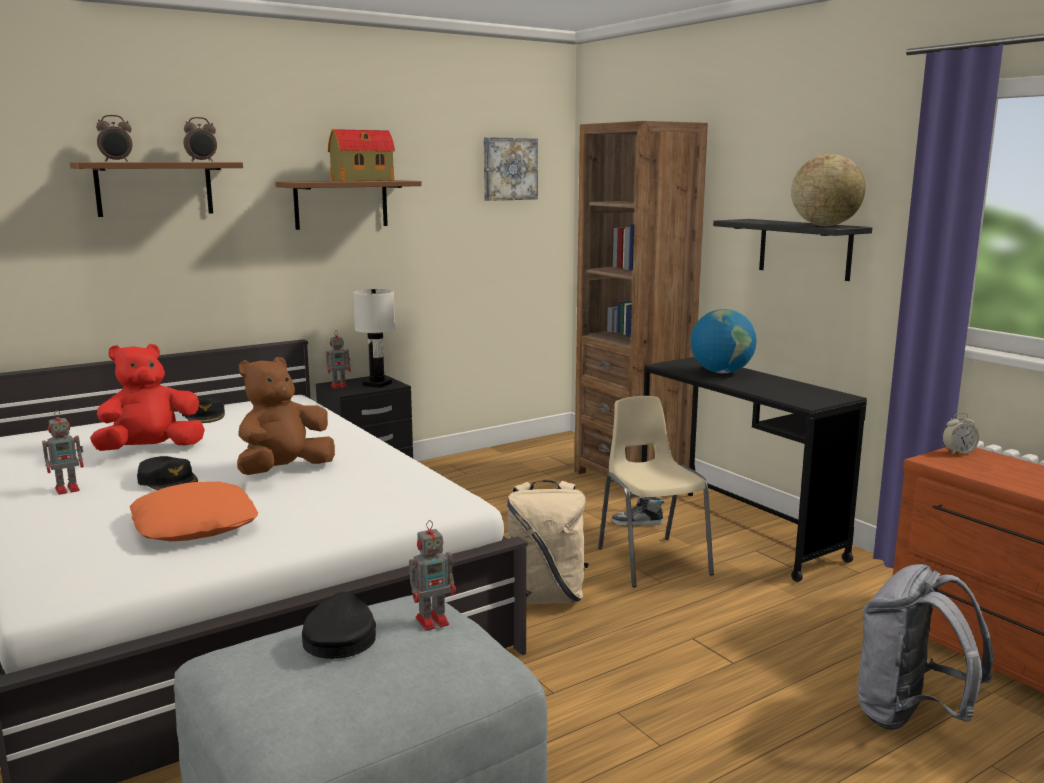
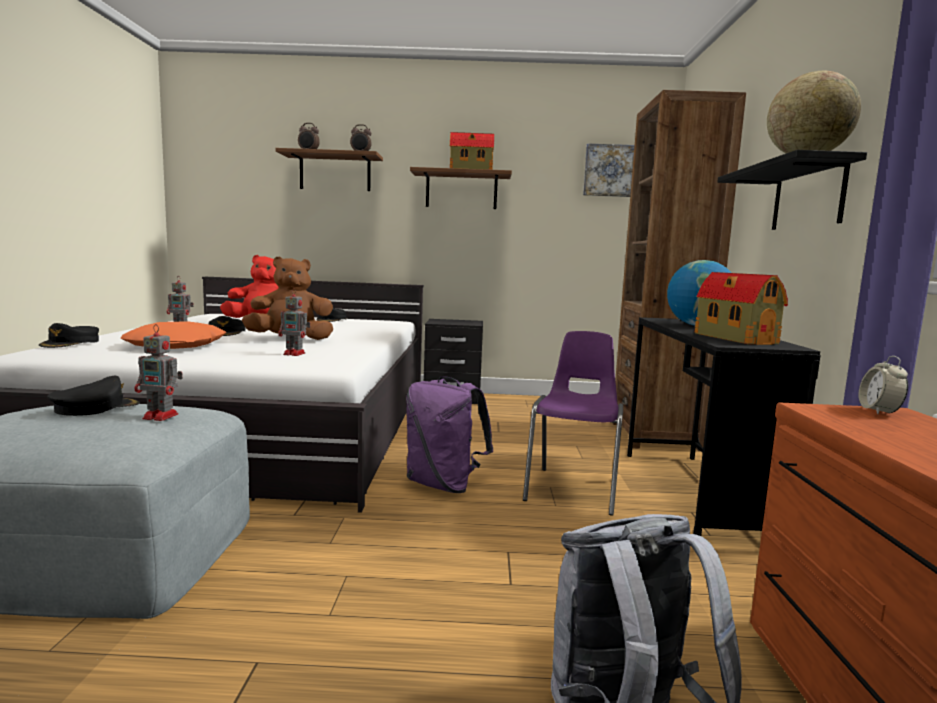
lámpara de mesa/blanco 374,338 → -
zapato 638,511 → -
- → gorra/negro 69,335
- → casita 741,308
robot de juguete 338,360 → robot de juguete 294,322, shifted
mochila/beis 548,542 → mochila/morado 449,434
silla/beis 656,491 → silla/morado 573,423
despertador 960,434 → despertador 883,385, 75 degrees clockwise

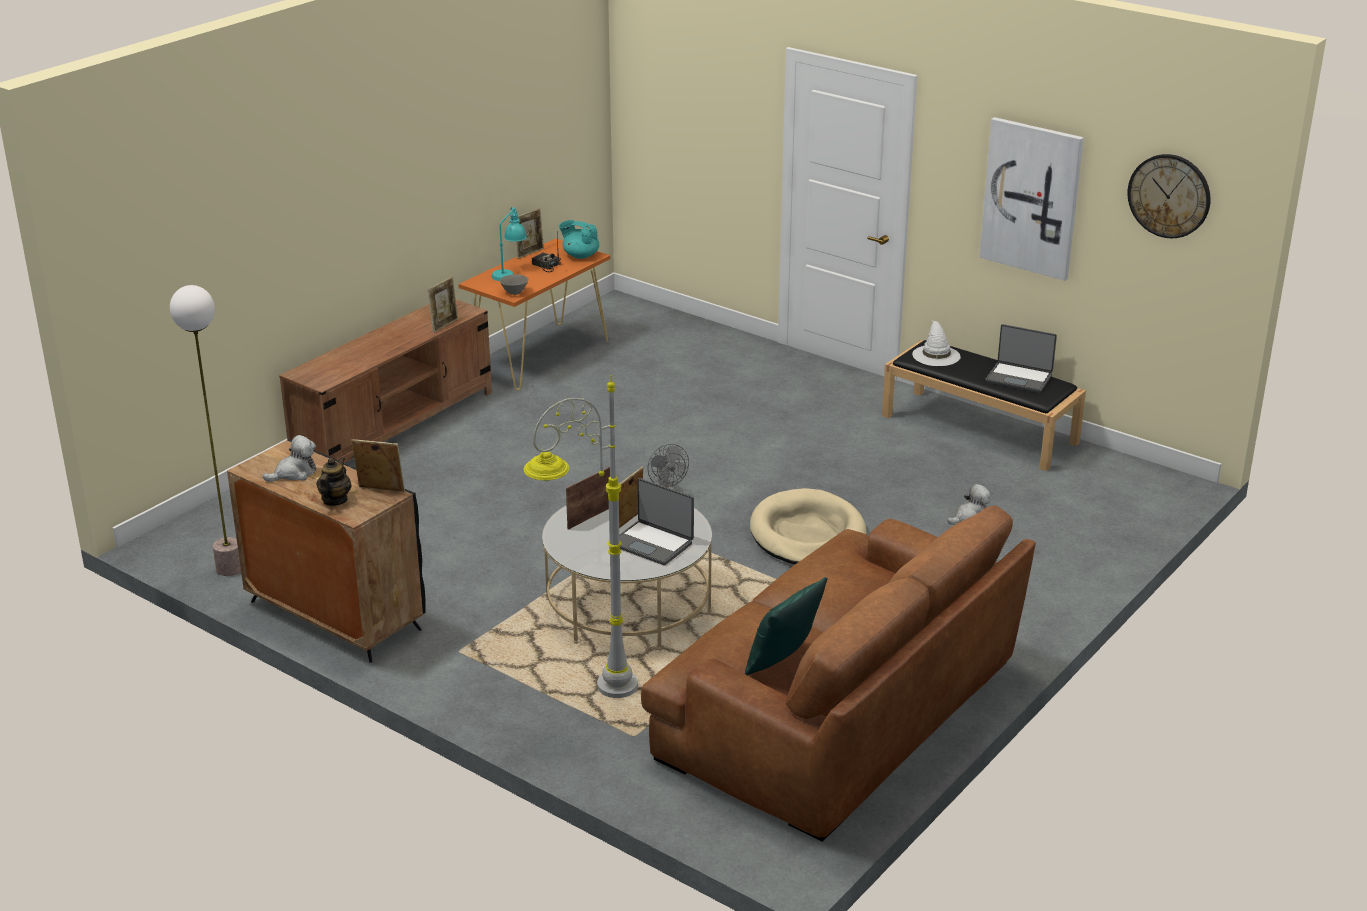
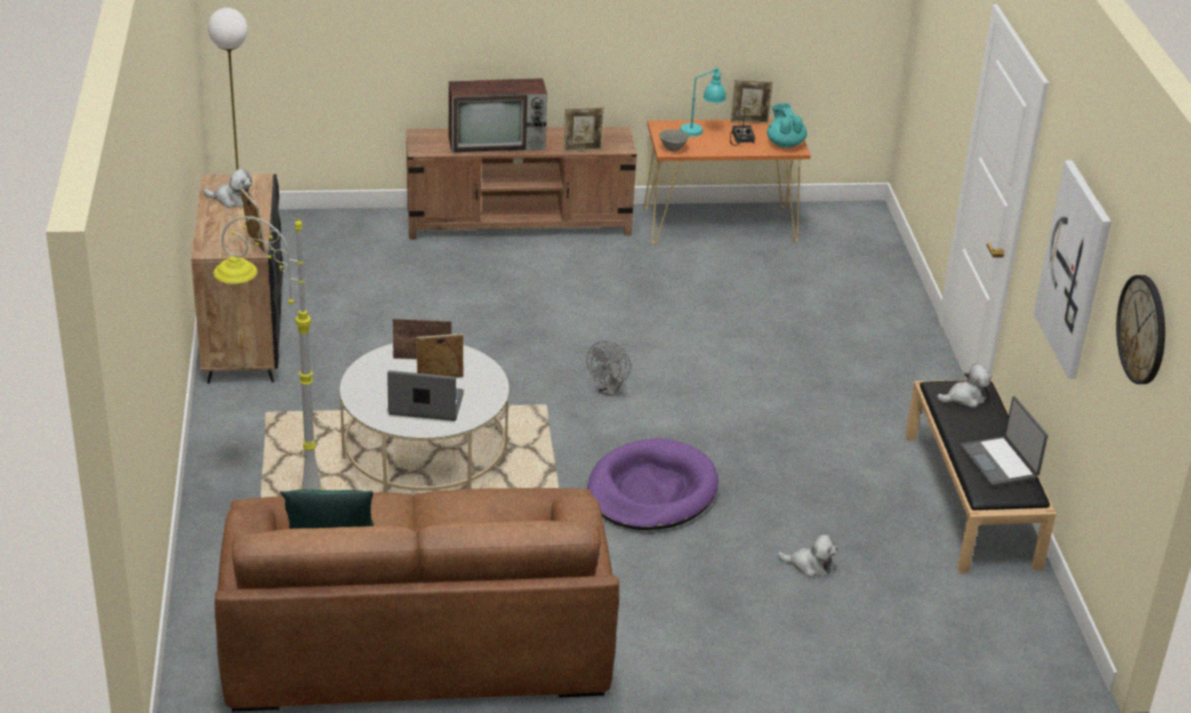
tetera 334,482 → -
- → televisor 498,115
sombrero/blanco 936,343 → peluche 964,385
cama para perro/beis 808,526 → cama para perro/morado 652,484
portátil 656,521 → portátil 425,395, 105 degrees clockwise

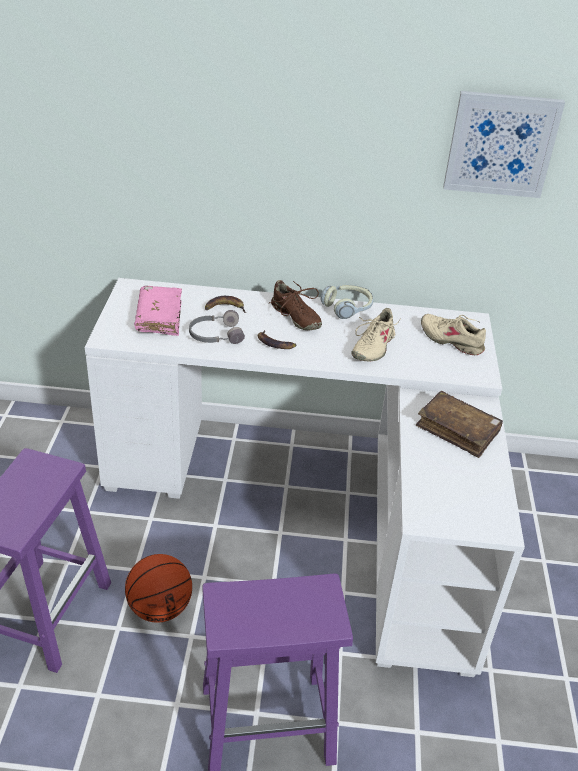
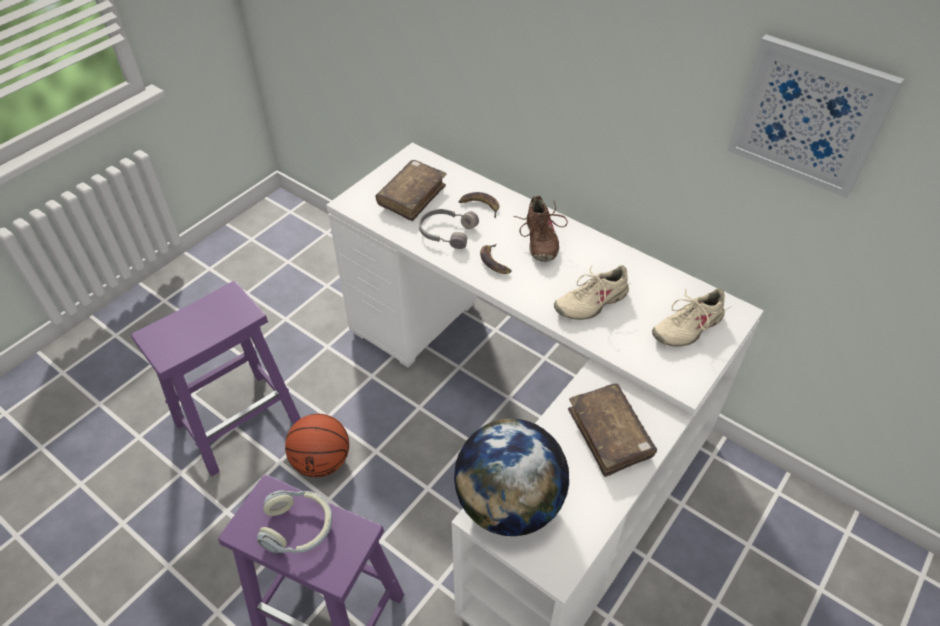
- → globo terráqueo 511,477
auriculares 347,302 → auriculares 295,522, shifted
libro/rosa 158,311 → libro/marrón 411,190
zapato/beis 453,334 → zapato/beis 691,317, 105 degrees counterclockwise

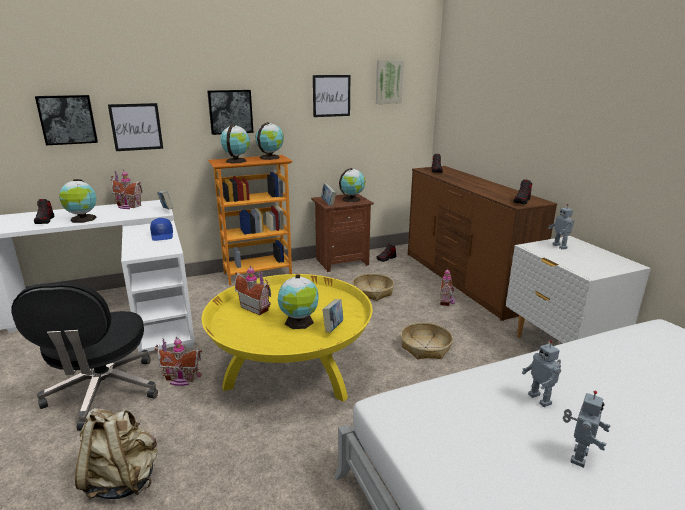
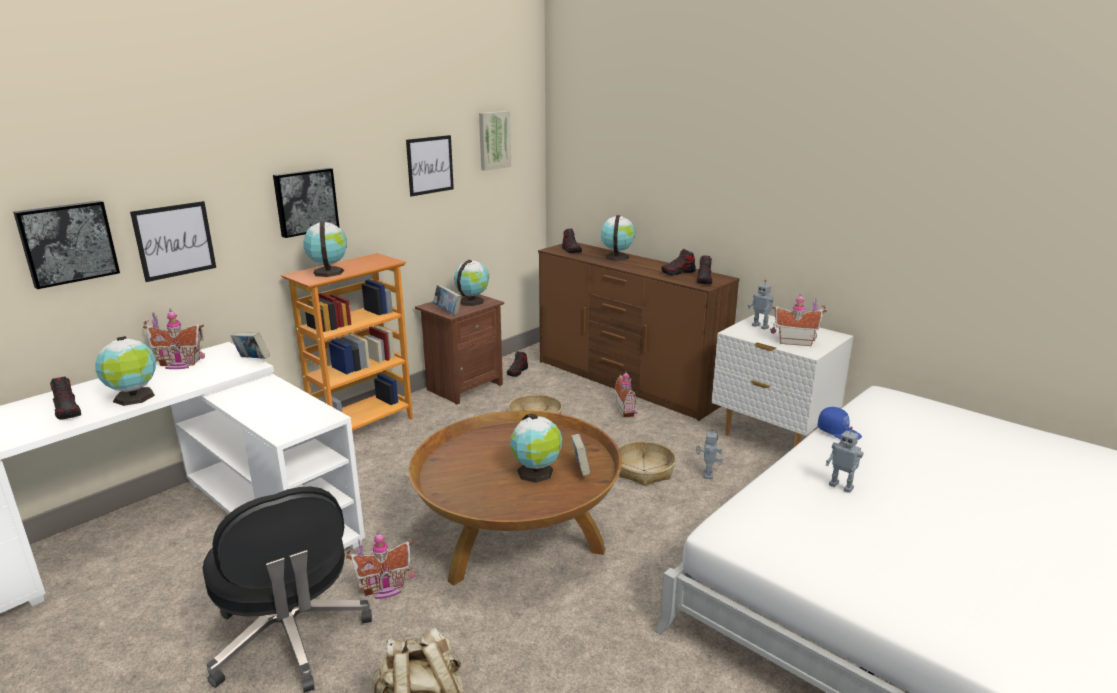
- → zapato 678,262
gorra/azul 161,229 → gorra/azul 840,423, shifted
casita 253,290 → casita 798,320, shifted
globo terráqueo 270,141 → globo terráqueo 618,238, shifted
robot de juguete 587,429 → robot de juguete 709,454, shifted
mesa de centro/amarillo 287,338 → mesa de centro/marrón 515,498

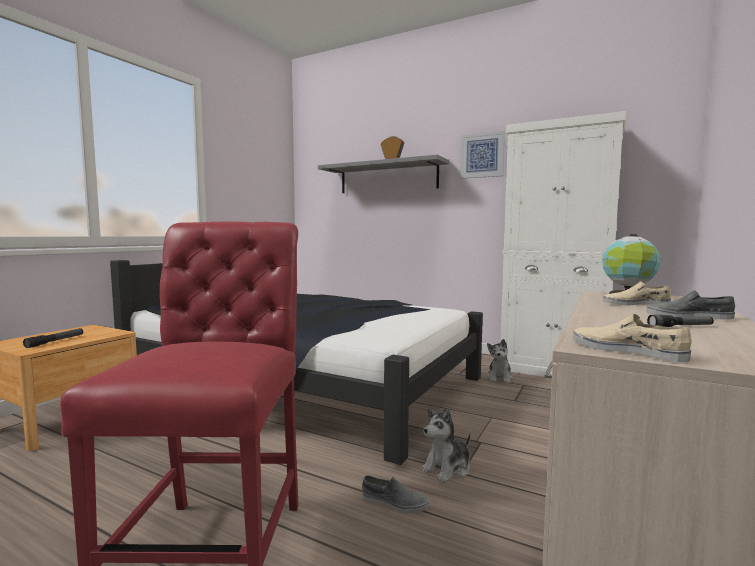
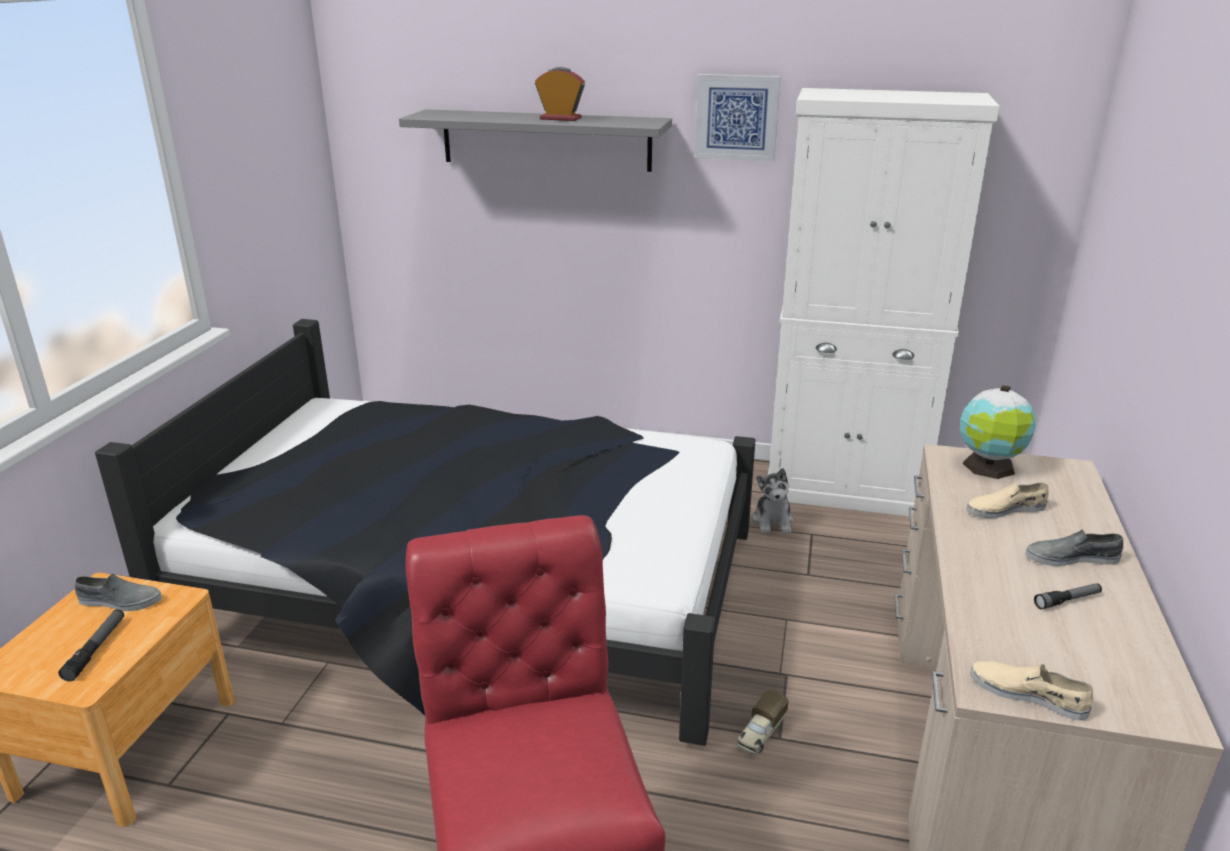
zapato/gris 395,494 → zapato/gris 118,592, shifted
peluche 445,445 → camión de juguete 762,722

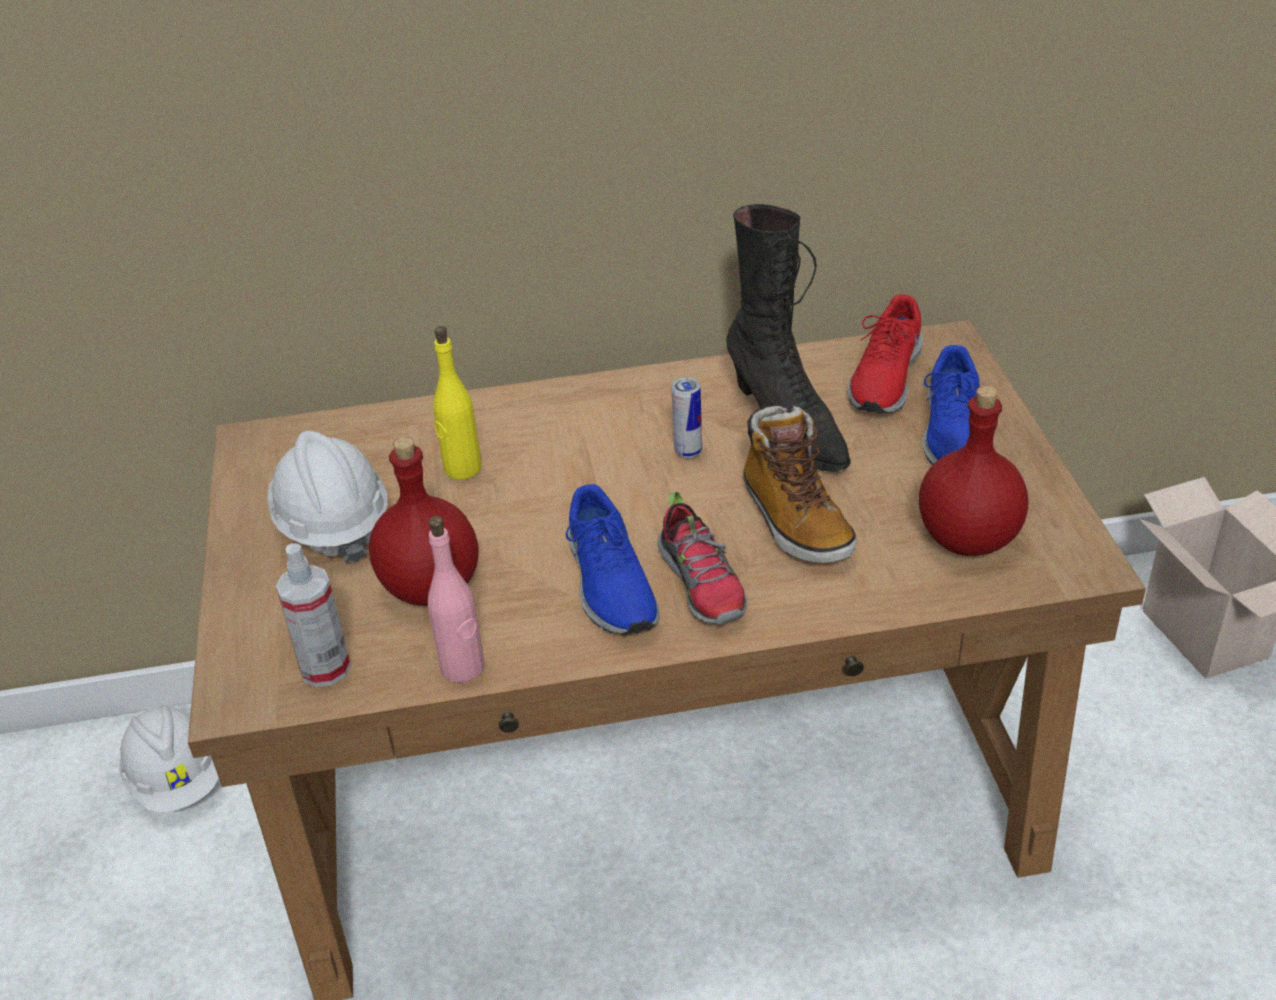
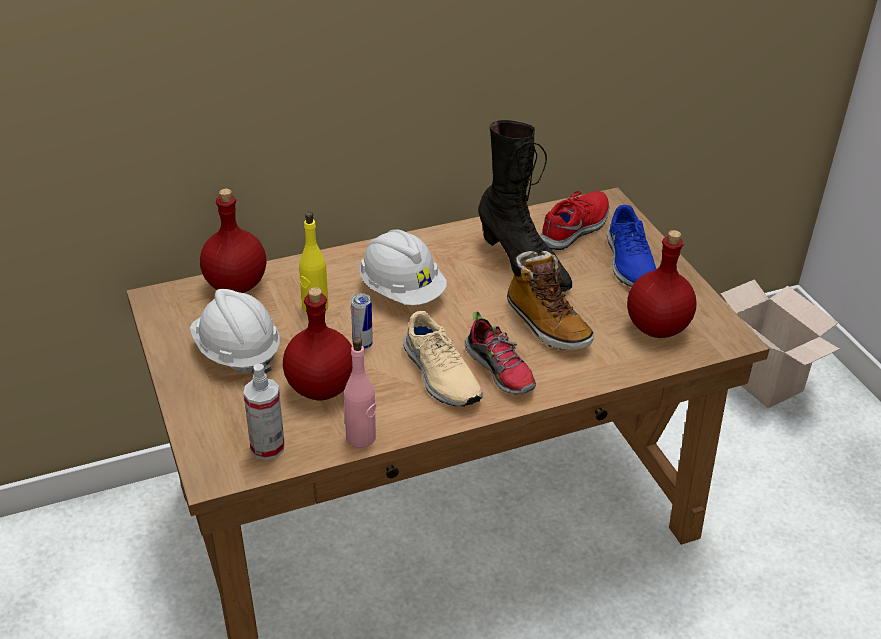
- → botella/rojo 233,241
casco/blanco 169,759 → casco/blanco 403,267, shifted
lata 687,417 → lata 362,321, shifted
zapato/azul 613,559 → zapato/beis 443,359
zapato/rojo 885,354 → zapato/rojo 574,220, 150 degrees counterclockwise

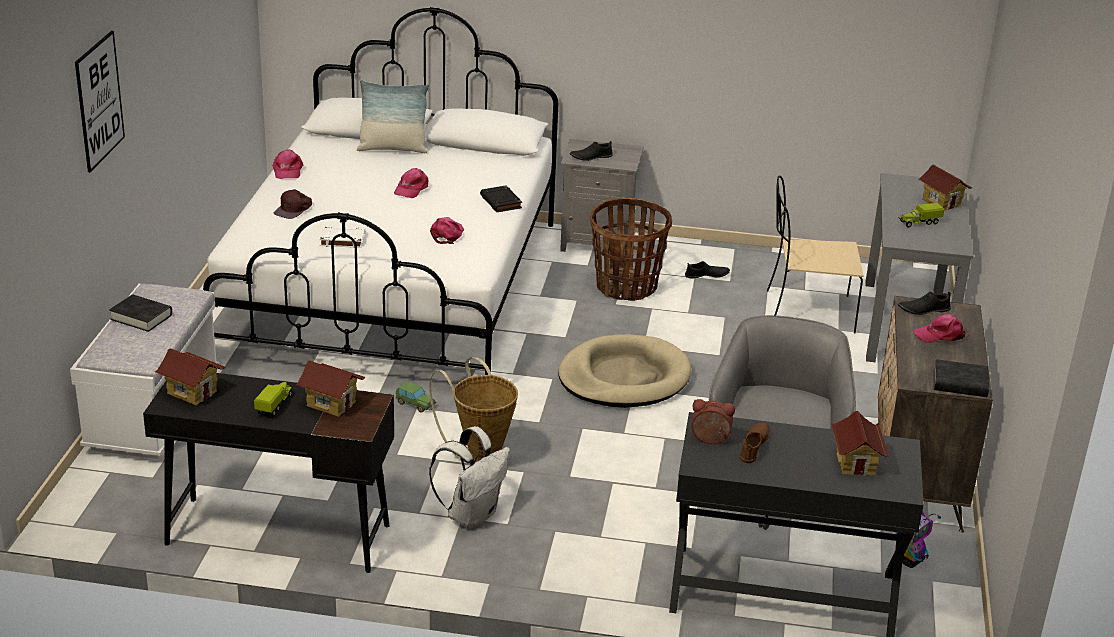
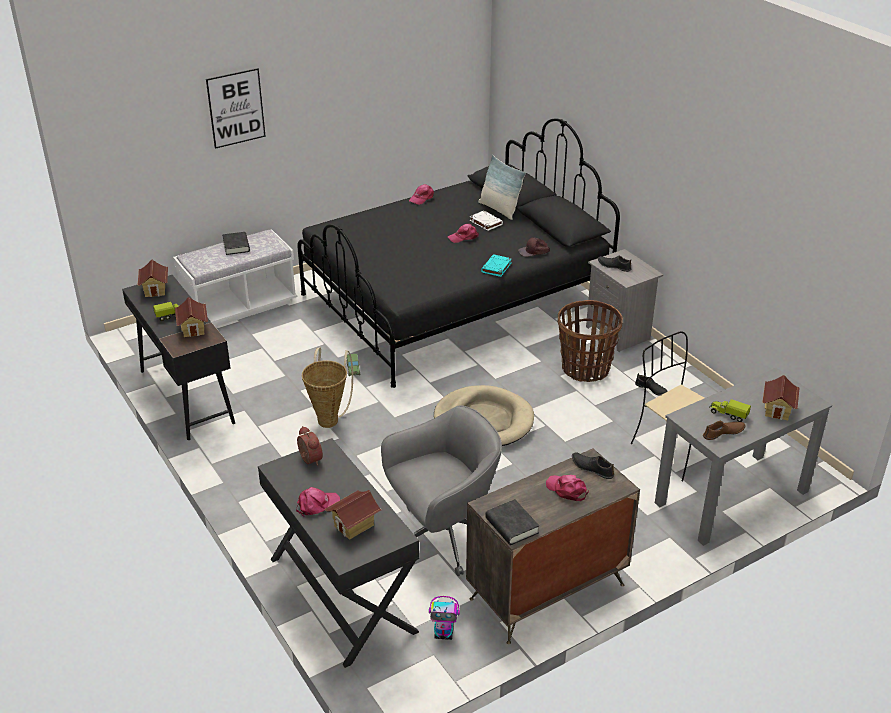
mochila/blanco 469,477 → -
gorra/marrón 292,204 → gorra/marrón 534,247, shifted
libro/blanco 342,237 → libro/blanco 486,221, shifted
gorra/rosa 447,230 → gorra/rosa 318,502, shifted
zapato/marrón 754,442 → zapato/marrón 724,430, shifted
cama/blanco 380,191 → cama/negro 458,253
libro/negro 501,199 → libro/turquesa 496,265

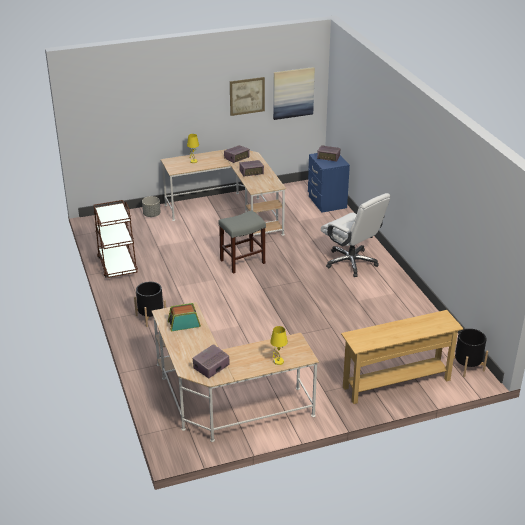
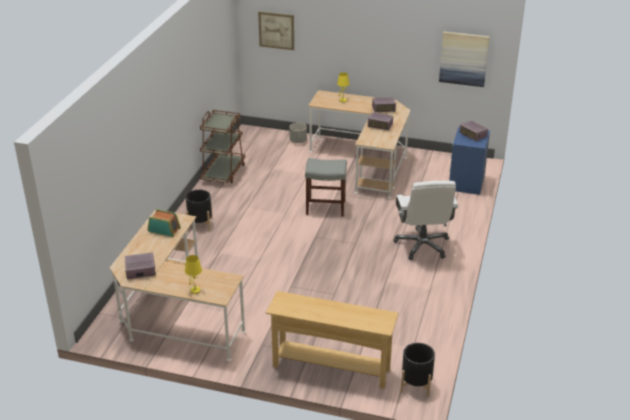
cuadro 247,96 → cuadro 276,31, shifted

